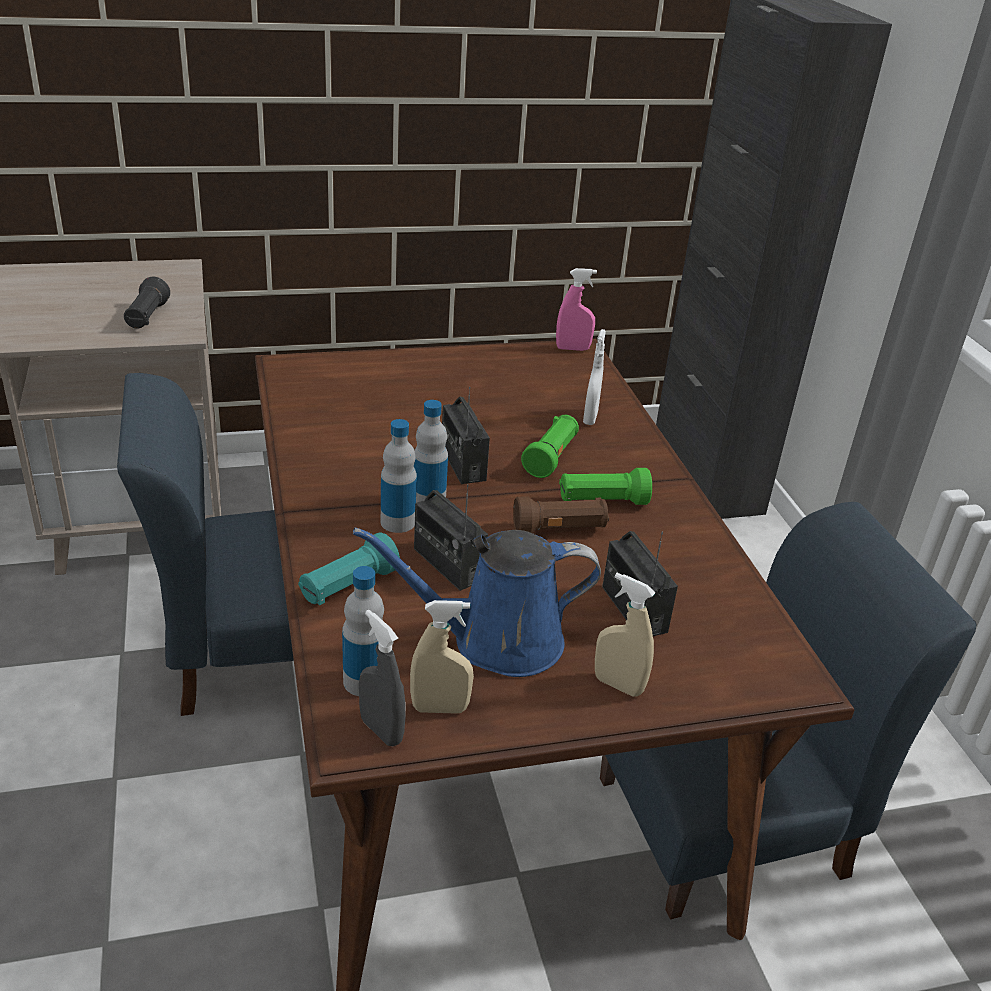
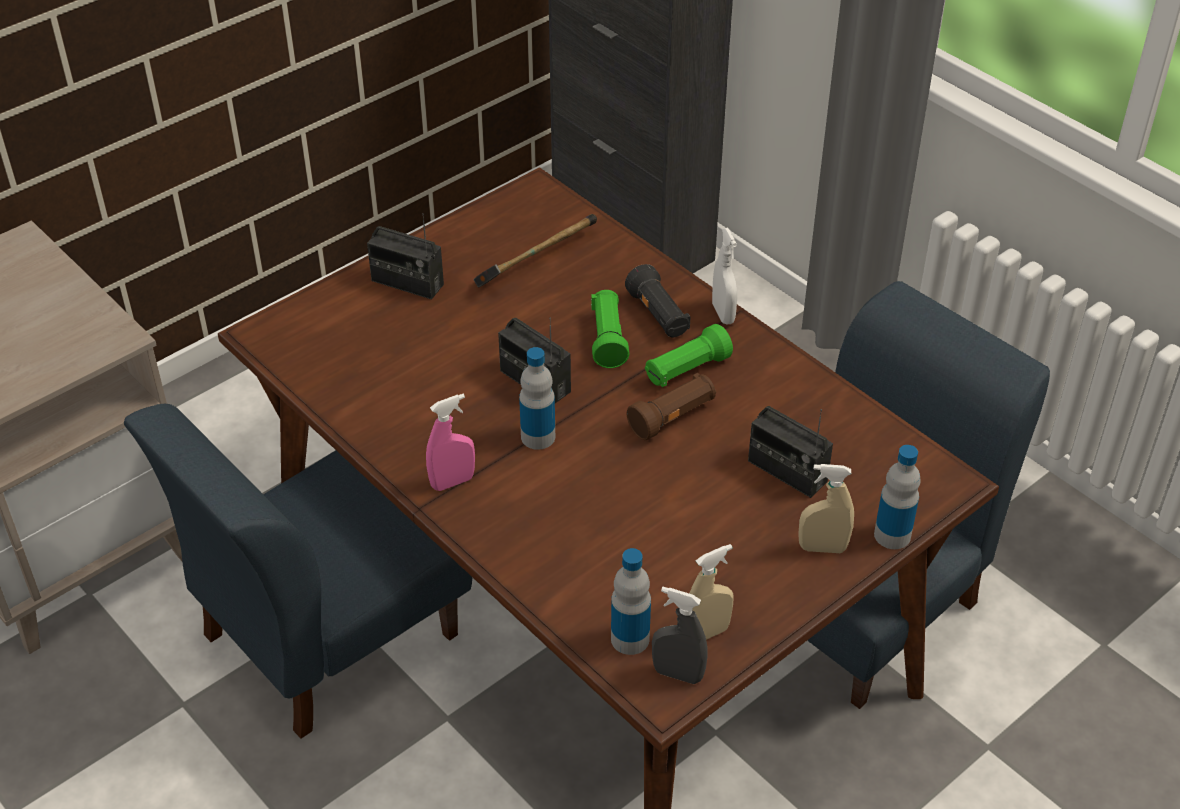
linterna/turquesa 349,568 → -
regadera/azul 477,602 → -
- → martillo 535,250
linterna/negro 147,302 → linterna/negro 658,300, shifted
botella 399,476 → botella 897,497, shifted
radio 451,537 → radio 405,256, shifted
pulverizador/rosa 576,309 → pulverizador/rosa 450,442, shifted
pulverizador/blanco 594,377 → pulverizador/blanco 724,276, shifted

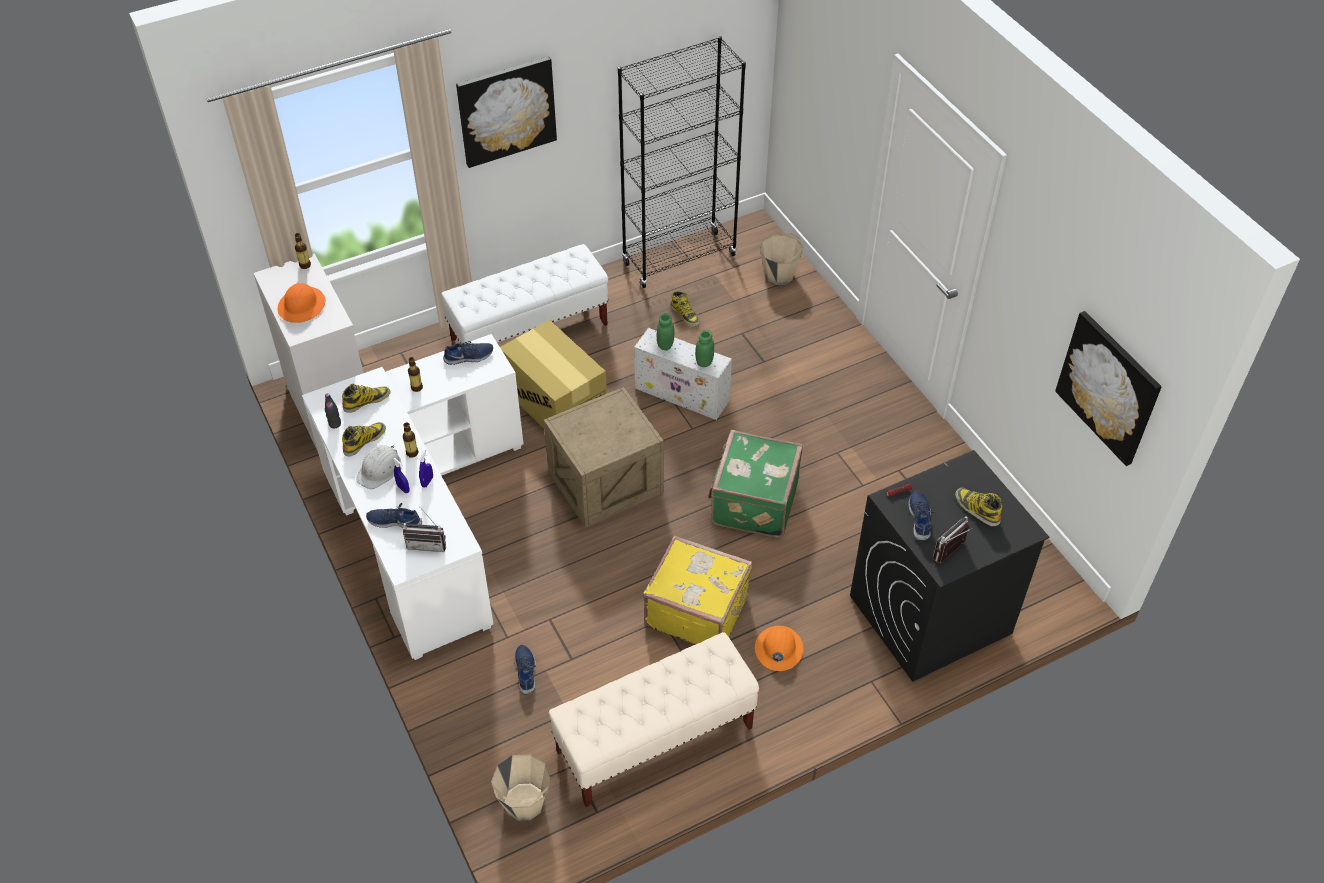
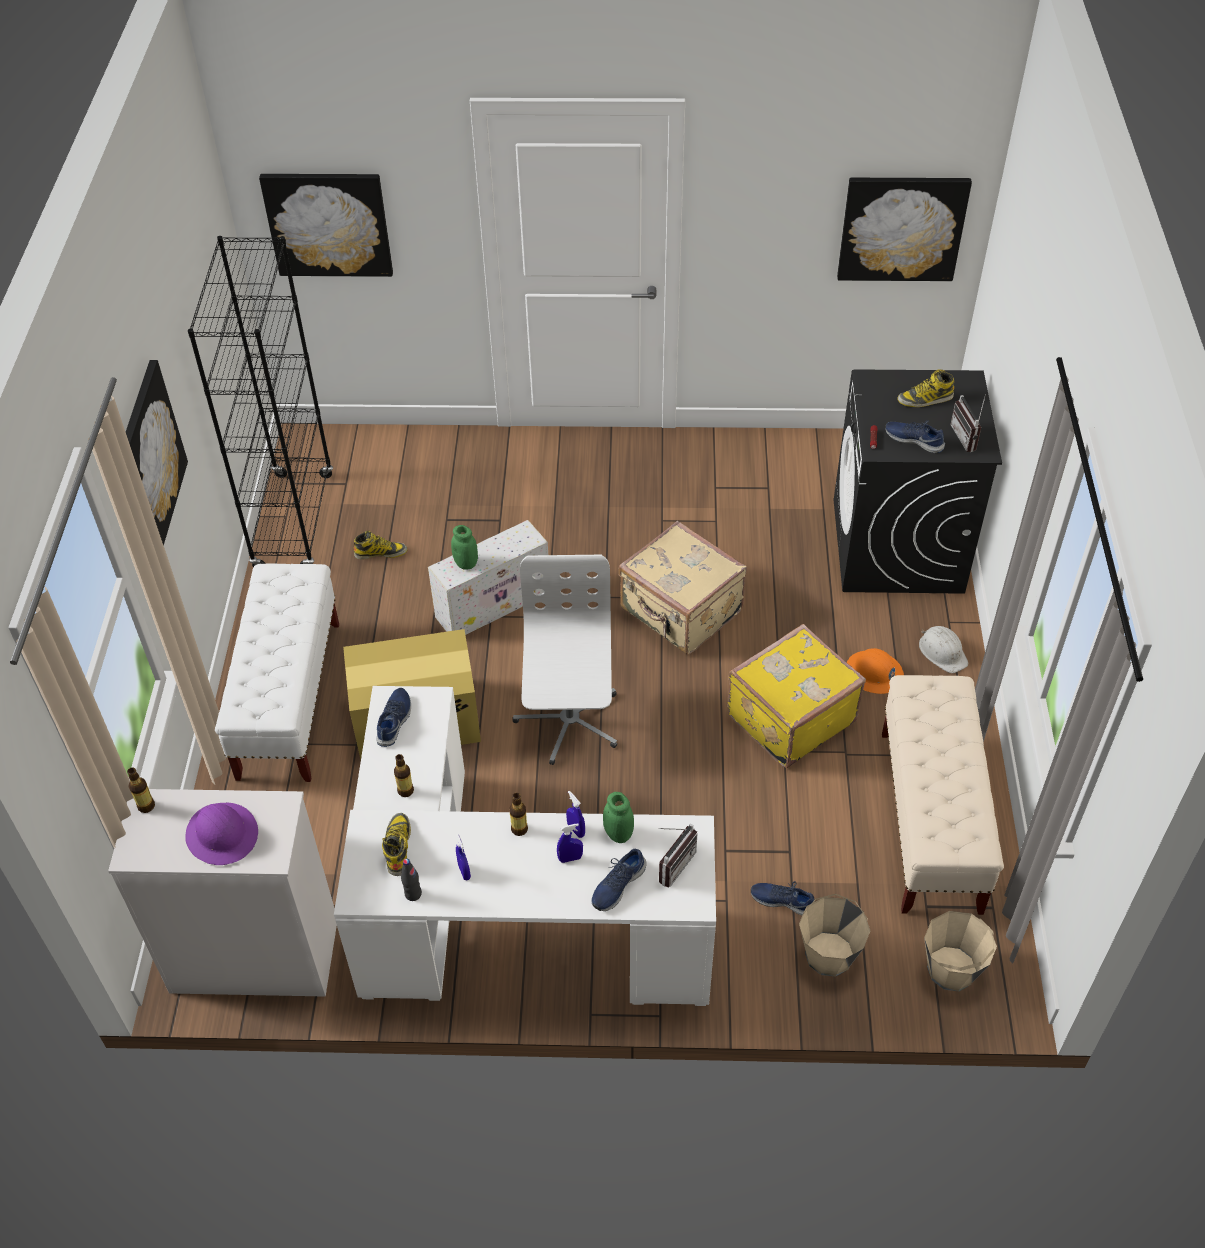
- → cuadro 326,225
casco/blanco 378,467 → casco/blanco 944,649, shifted
tarro/verde 704,348 → tarro/verde 618,817, shifted
cubo/beis 781,259 → cubo/beis 835,935, shifted
bota 364,439 → pulverizador/azul 463,857
caja de embalaje 604,457 → silla de oficina/blanco 564,660
casco/naranja 301,303 → casco/morado 221,834
maleta/verde 755,484 → maleta/beis 682,588

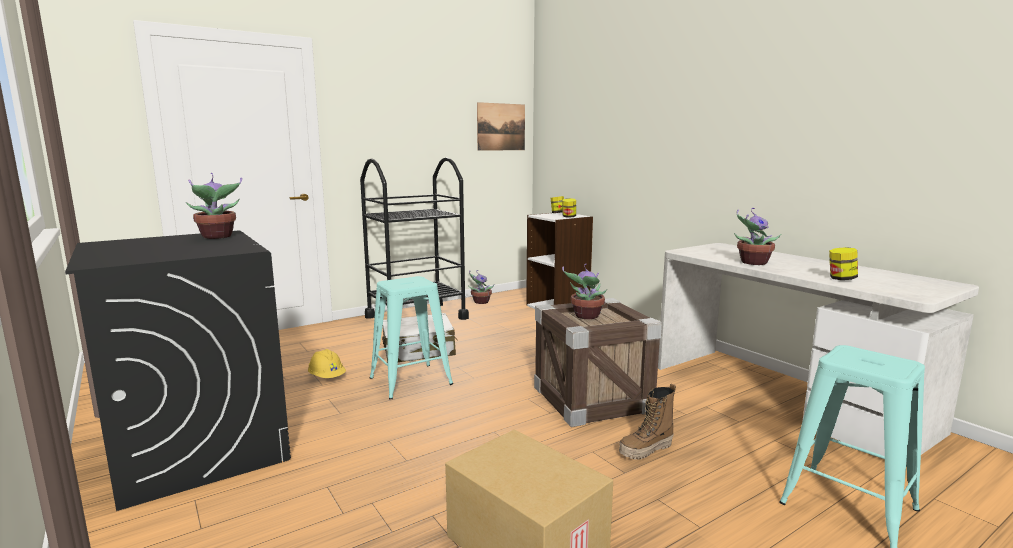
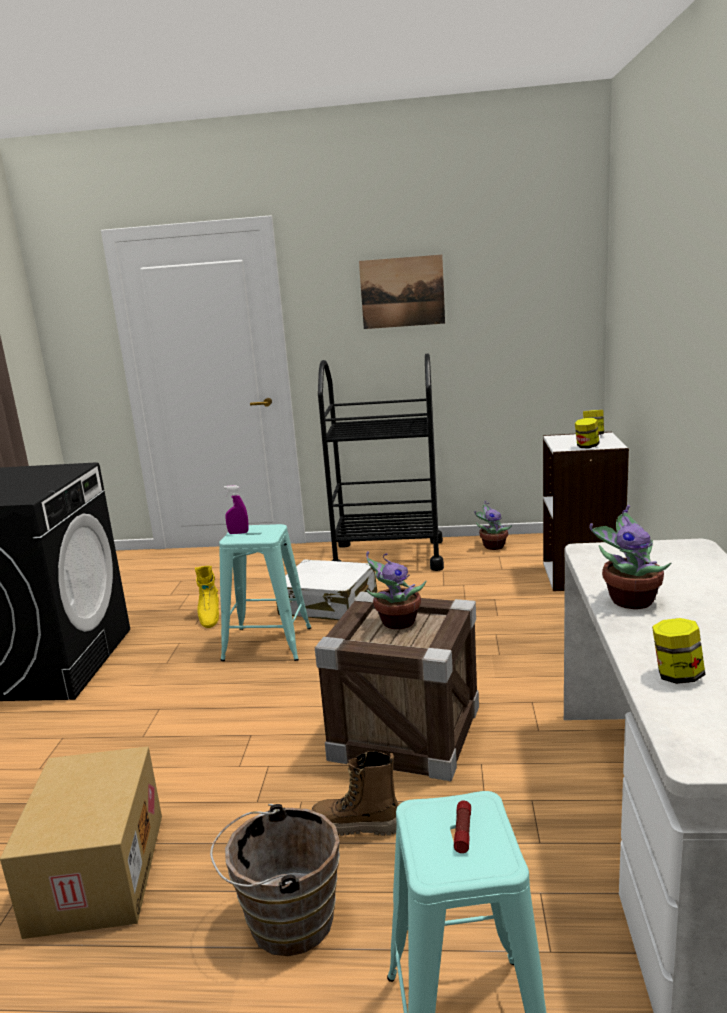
planta en maceta 214,206 → -
- → cubo/marrón 275,880
- → pulverizador/morado 236,509
- → linterna 462,826
cuadro 501,126 → cuadro 402,292, shifted
casco/amarillo 327,363 → bota/amarillo 207,597

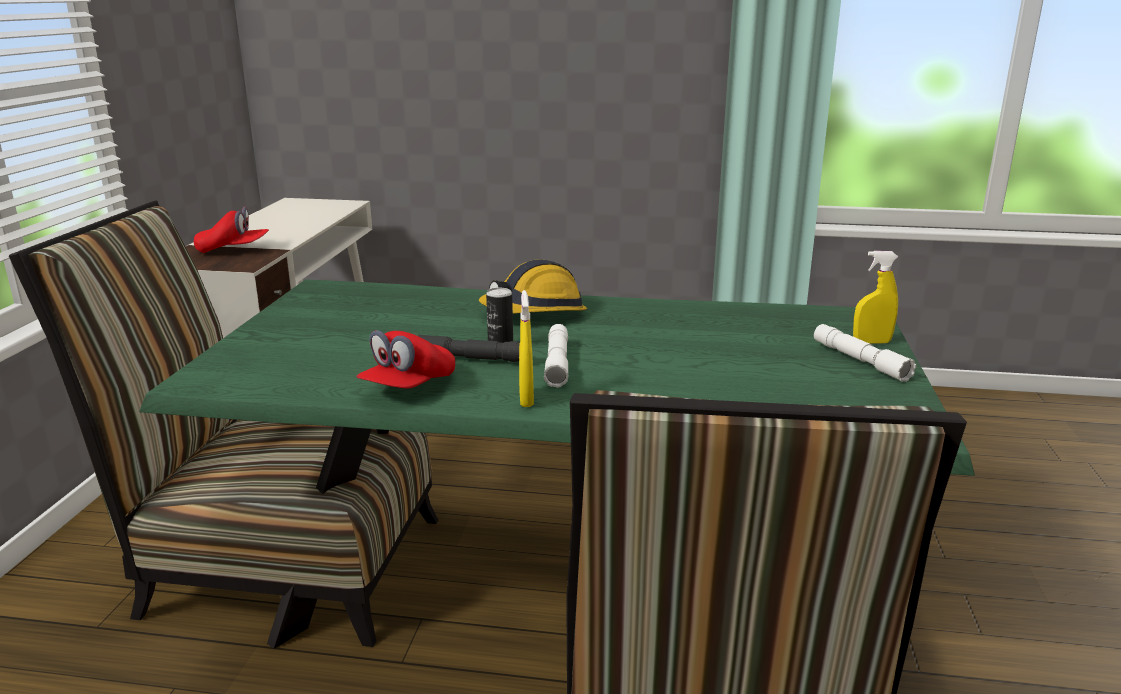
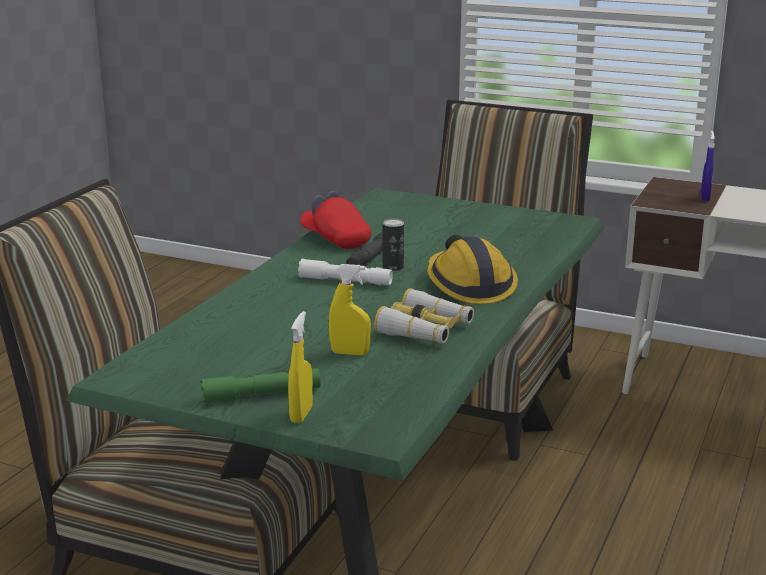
- → prismáticos 424,316
pulverizador/amarillo 526,348 → pulverizador/amarillo 350,310, shifted
gorra/rojo 231,230 → pulverizador/azul 708,166
linterna/blanco 865,353 → linterna/verde 261,385

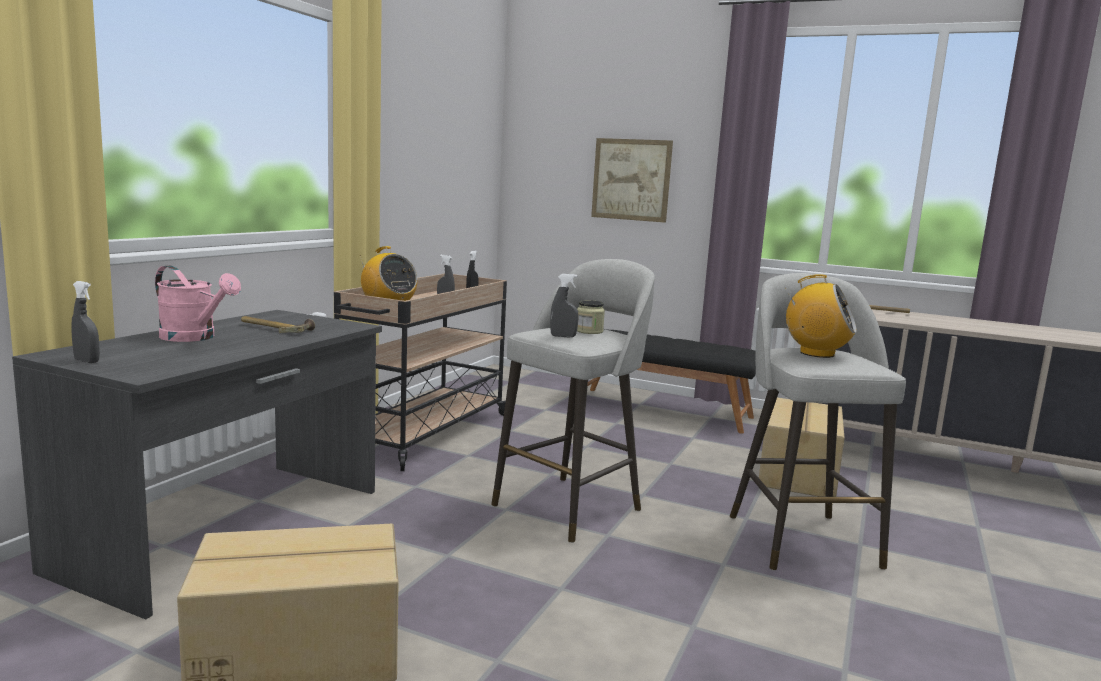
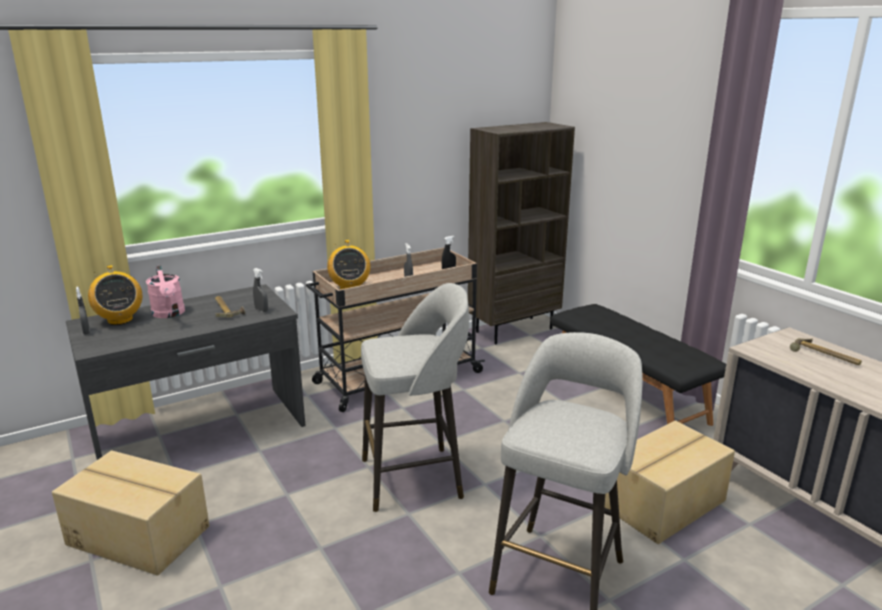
tarro 591,317 → -
cuadro 632,180 → -
- → estantería/marrón 521,233
pulverizador/gris 564,306 → pulverizador/gris 260,290, shifted
radio 821,316 → radio 115,295, shifted

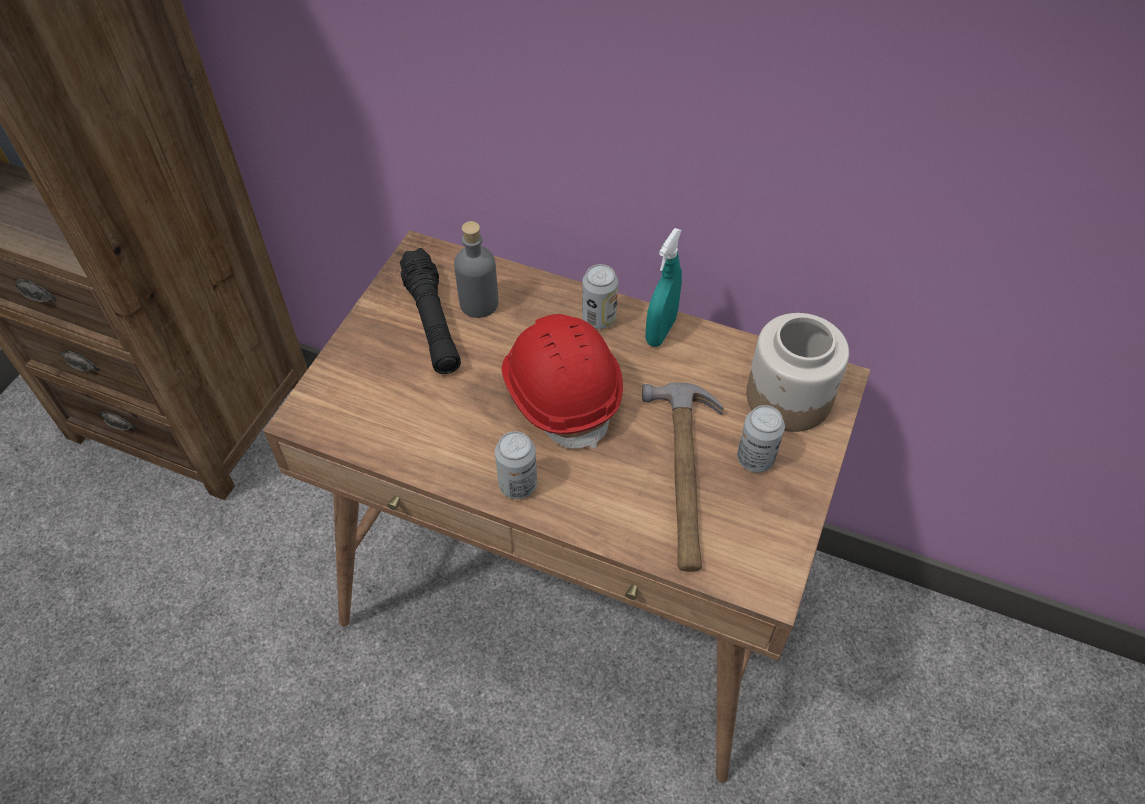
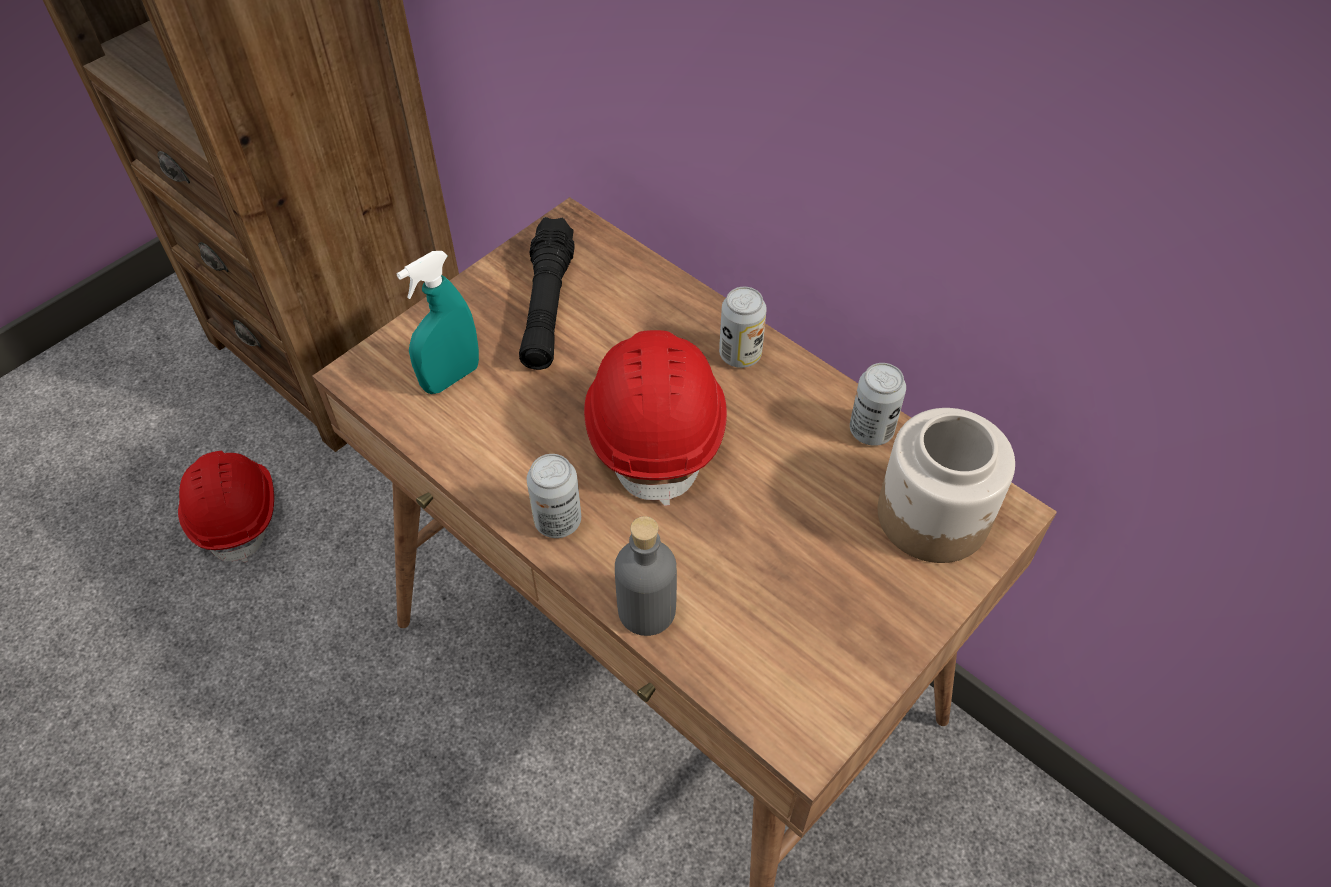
martillo 682,477 → -
- → casco/rojo 226,507
botella/gris 476,269 → botella/gris 646,576, shifted
pulverizador/turquesa 663,287 → pulverizador/turquesa 437,322, shifted
lata 761,439 → lata 878,404, shifted

